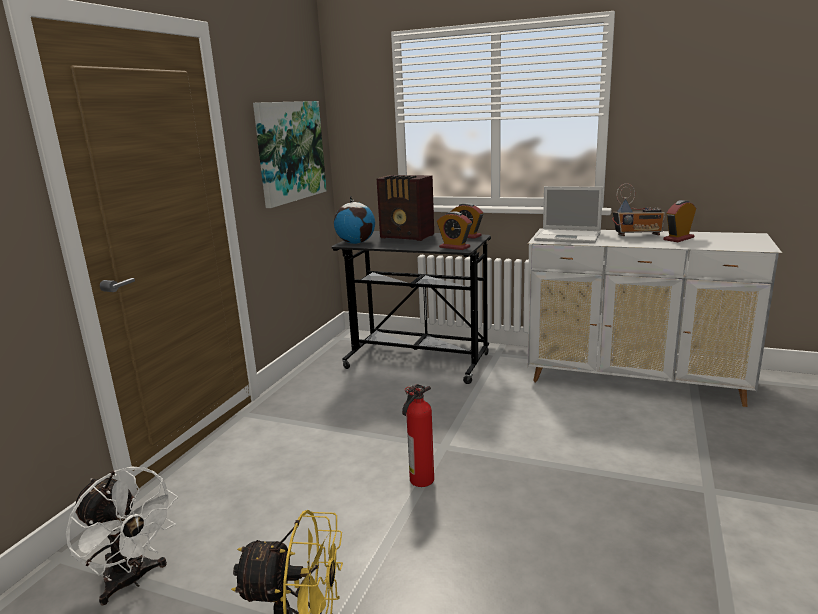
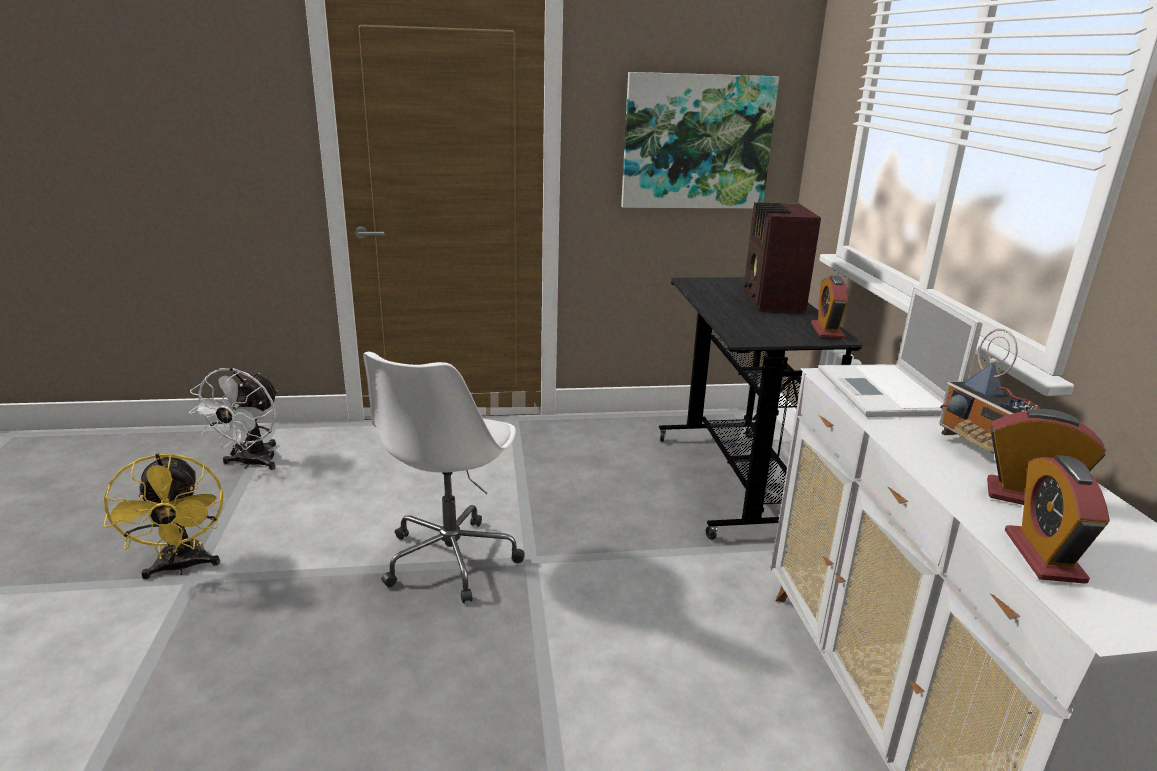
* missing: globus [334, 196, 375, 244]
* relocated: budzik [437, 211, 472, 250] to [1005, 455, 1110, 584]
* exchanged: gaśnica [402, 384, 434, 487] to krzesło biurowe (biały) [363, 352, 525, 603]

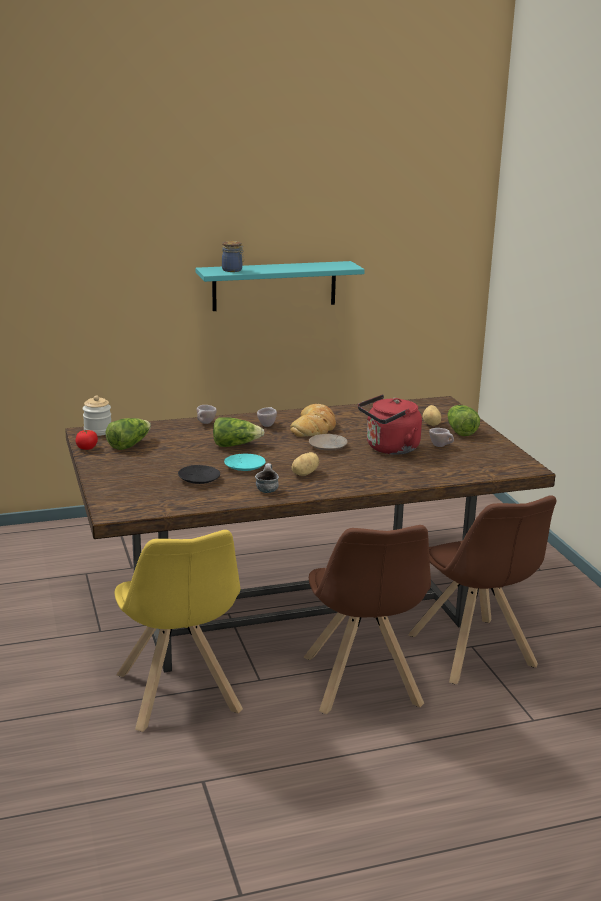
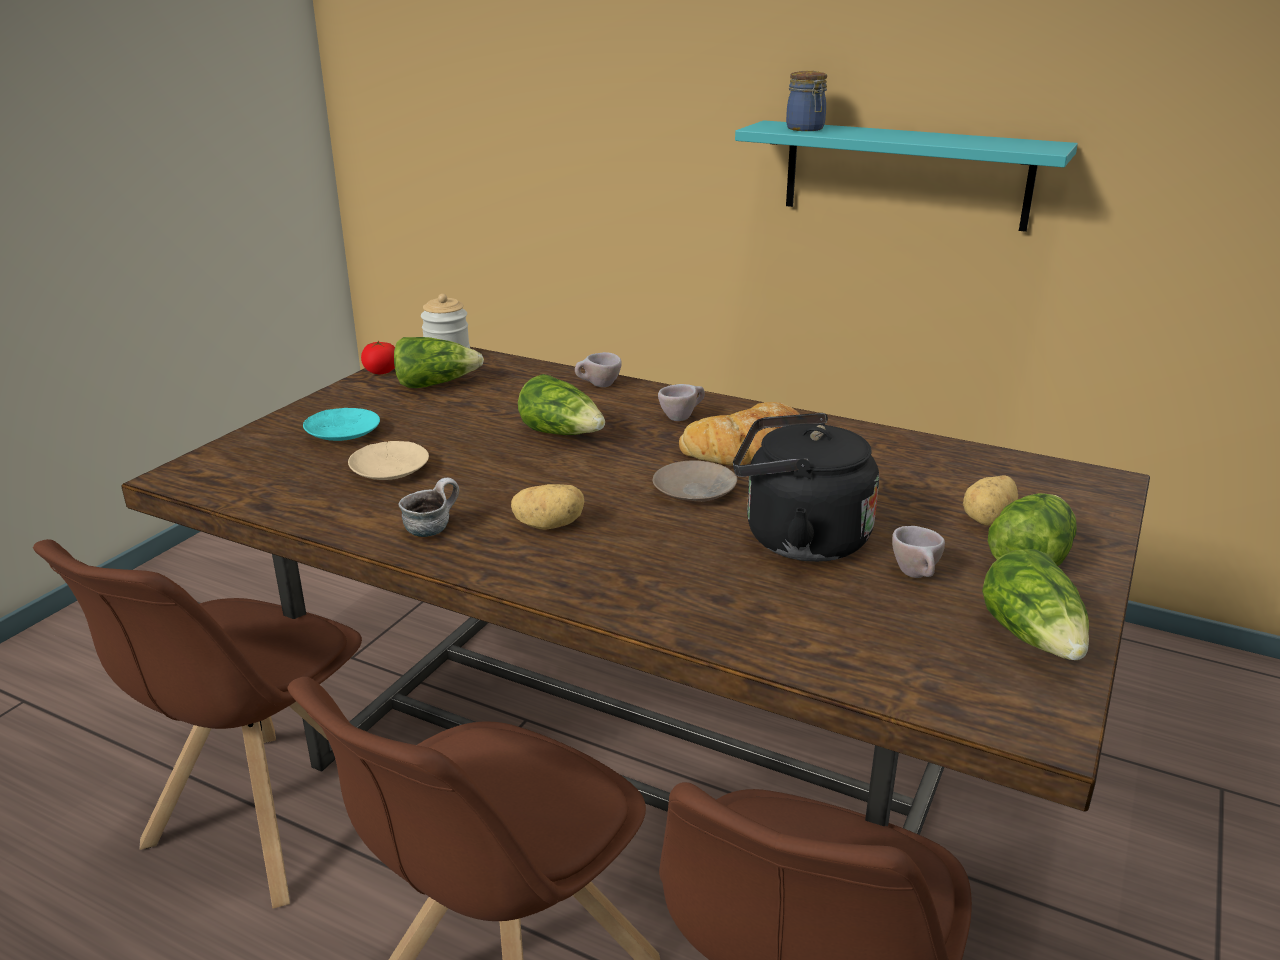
* appeared: sałata [982, 549, 1089, 660]
* relocated: talerz (turkusowy) [224, 454, 266, 471] to [303, 408, 380, 441]
* colour: krzesło (żółty) [115, 530, 243, 732] to krzesło (brązowy) [33, 539, 362, 908]
* colour: talerz (czarny) [178, 465, 220, 484] to talerz (beżowy) [348, 441, 429, 480]
* colour: czajnik (czerwony) [358, 395, 422, 455] to czajnik (czarny) [733, 413, 879, 562]

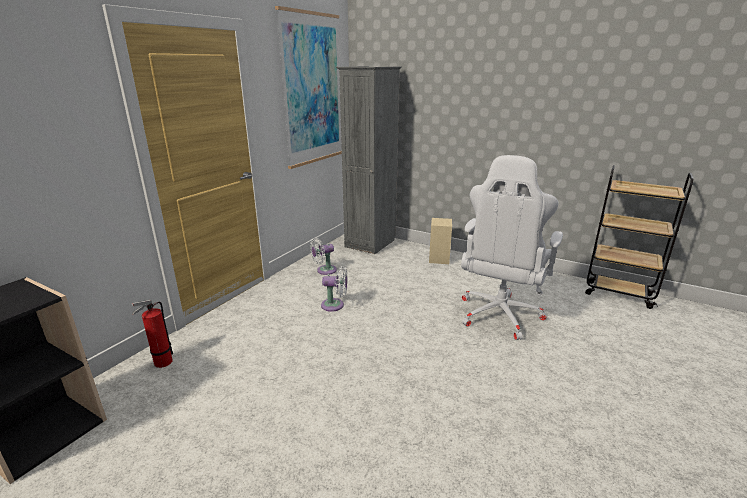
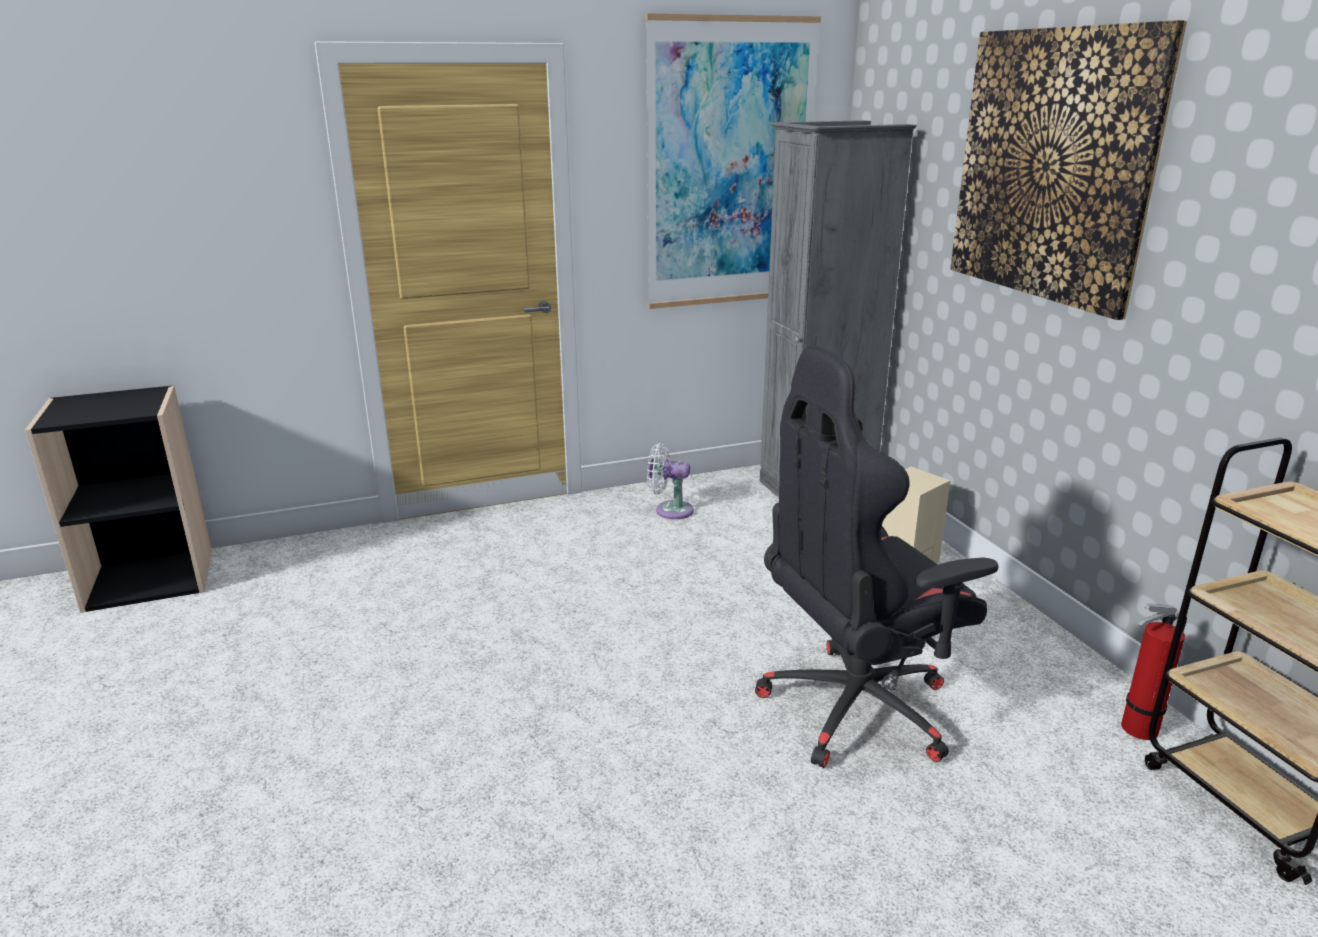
* missing: wentylator (biały) [321, 266, 347, 312]
* appeared: obraz [950, 20, 1187, 320]
* relocated: gaśnica [132, 300, 173, 368] to [1121, 603, 1187, 740]
* colour: krzesło biurowe (biały) [461, 155, 563, 340] to krzesło biurowe (czarny) [755, 346, 998, 768]

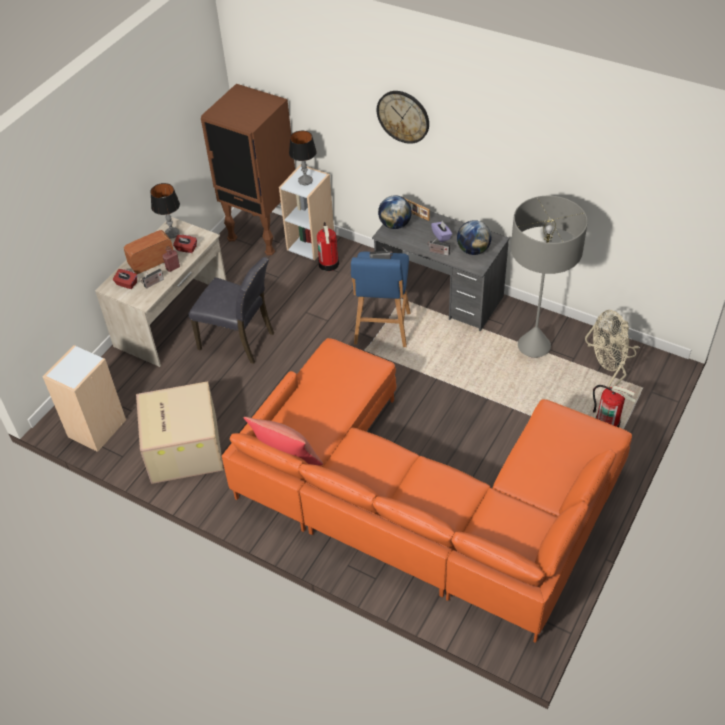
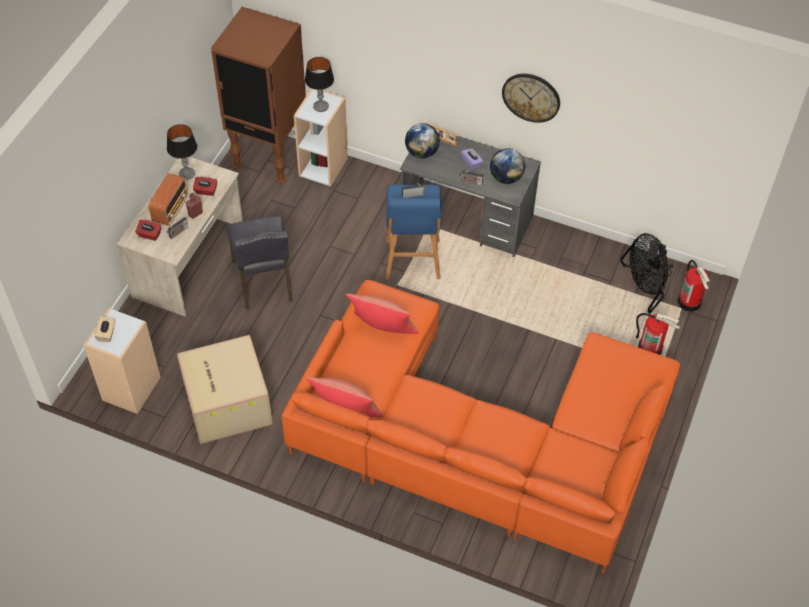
* missing: lampa stojąca (szary) [511, 196, 588, 358]
* appeared: pudełko chusteczek (beżowy) [95, 316, 115, 342]
* appeared: poduszka (czerwony) [346, 294, 419, 334]
* relocated: gaśnica [317, 222, 339, 271] to [678, 260, 710, 312]
* relocated: zegar ścienny [377, 91, 429, 144] to [502, 74, 560, 123]
* colour: wentylator (beżowy) [585, 310, 639, 387] to wentylator (czarny) [621, 233, 674, 314]
* spun: radio [124, 230, 173, 274] = [149, 173, 189, 226] 150 degrees clockwise
* spun: krzesło (szary) [189, 257, 274, 364] = [226, 216, 293, 310] 60 degrees clockwise

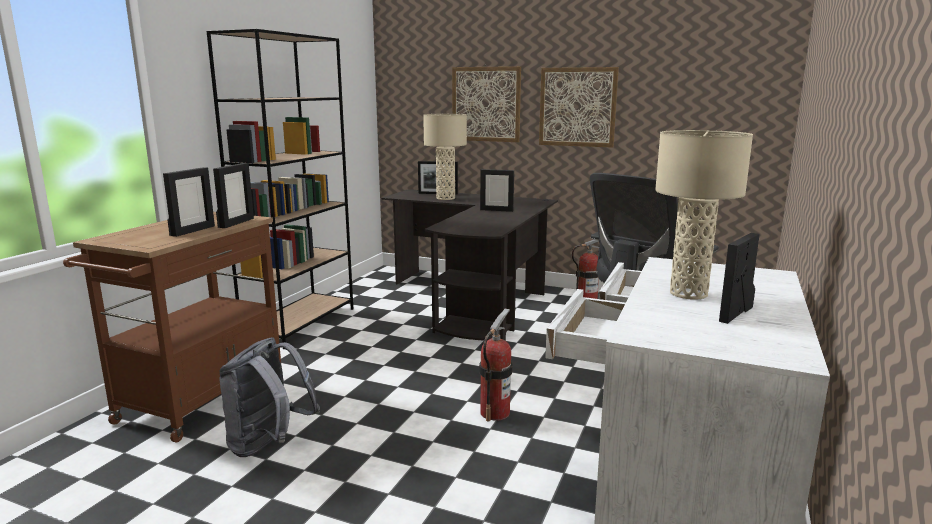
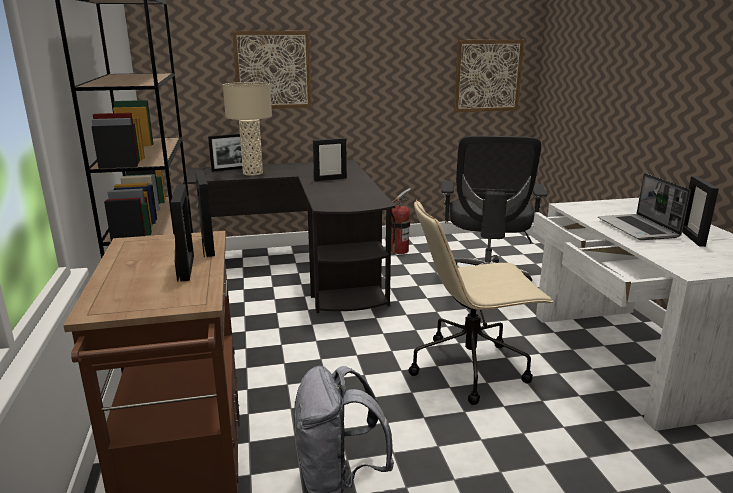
* relocated: obraz [539, 65, 619, 148] to [454, 40, 524, 113]
* exchanged: gaśnica [479, 309, 512, 422] to krzesło biurowe (beżowy) [409, 200, 554, 405]
* exchanged: lampa stołowa (beżowy) [655, 130, 753, 300] to laptop [598, 173, 690, 240]

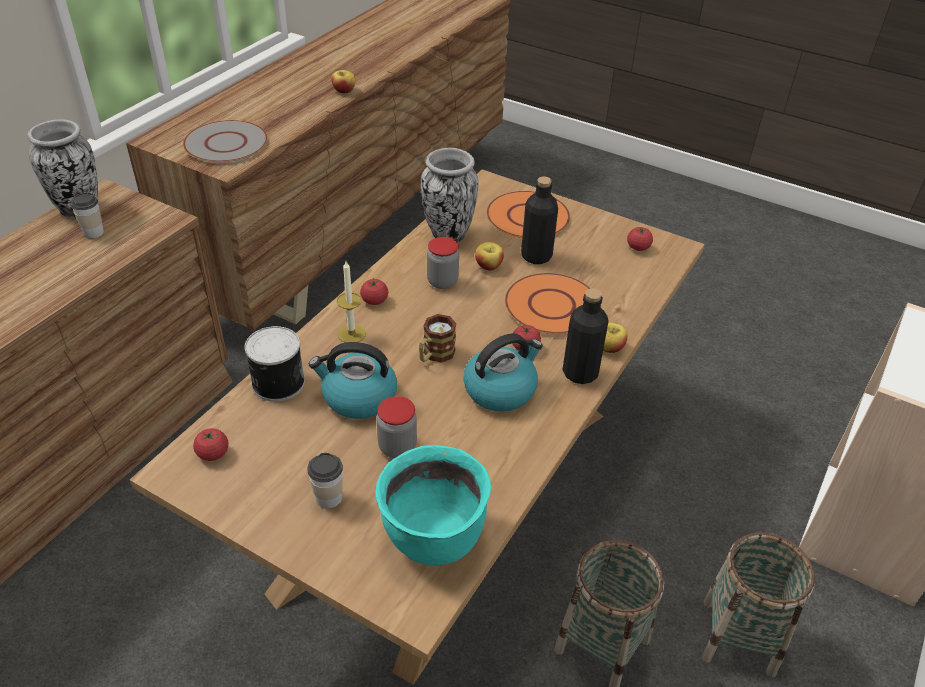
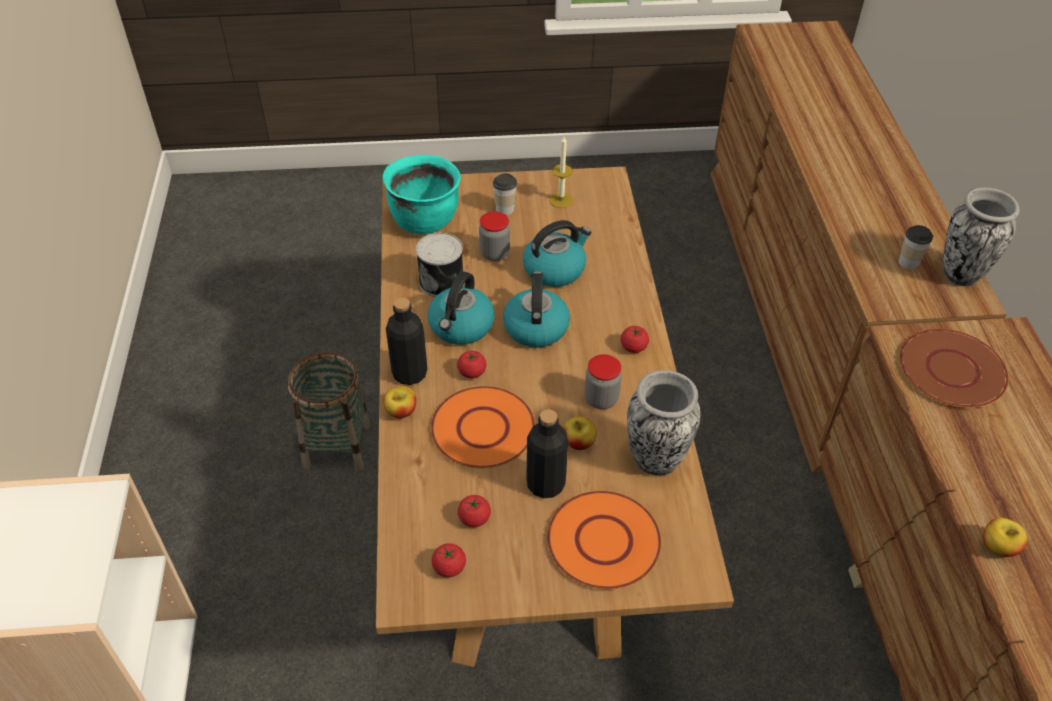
* missing: koszyk [701, 532, 815, 678]
* relocated: pomidor [193, 428, 228, 461] to [458, 495, 491, 527]
* relocated: puszka [244, 326, 305, 402] to [416, 233, 464, 297]
* relocated: świeca [337, 261, 366, 342] to [549, 136, 573, 208]
* exchanged: kubek [419, 314, 456, 363] to czajnik [503, 271, 570, 348]
* colour: talerz (szary) [183, 120, 268, 164] to talerz (brązowy) [899, 329, 1009, 408]

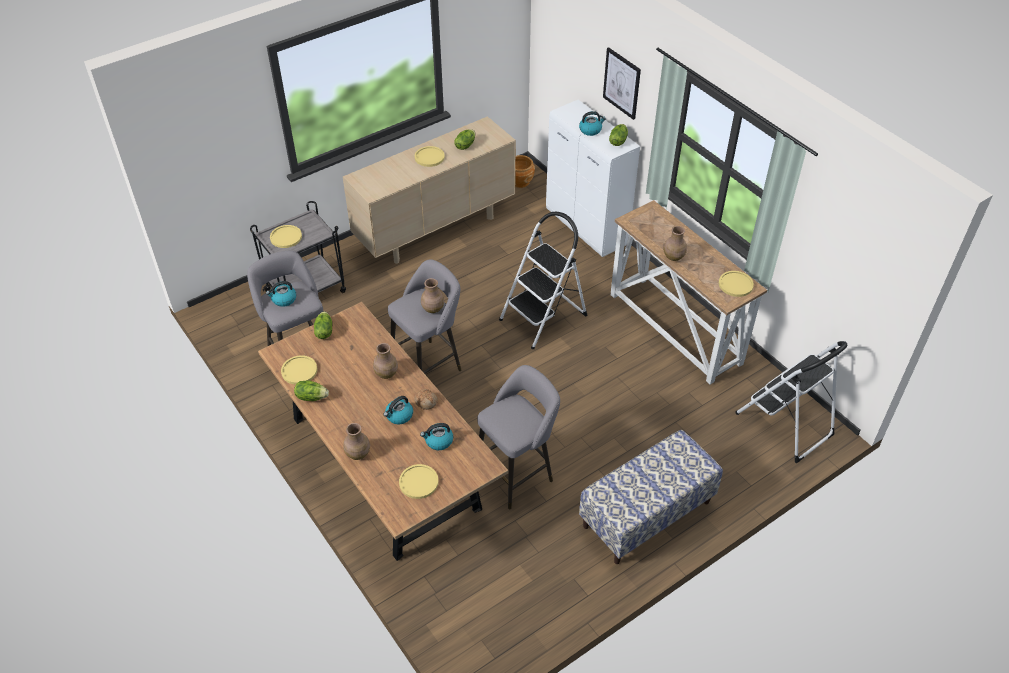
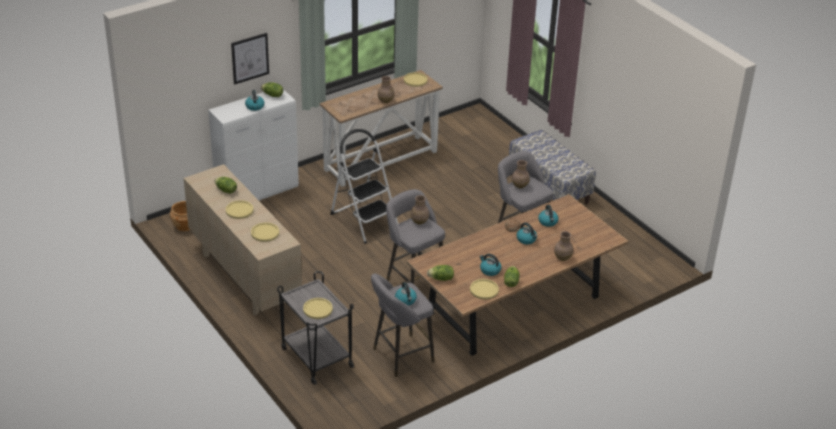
* missing: drabinka [735, 341, 847, 463]
* appeared: czajnik [480, 254, 501, 276]
* relocated: wazon (brązowy) [373, 343, 398, 379] to [512, 160, 530, 188]
* relocated: talerz (żółty) [399, 464, 438, 499] to [251, 222, 279, 242]

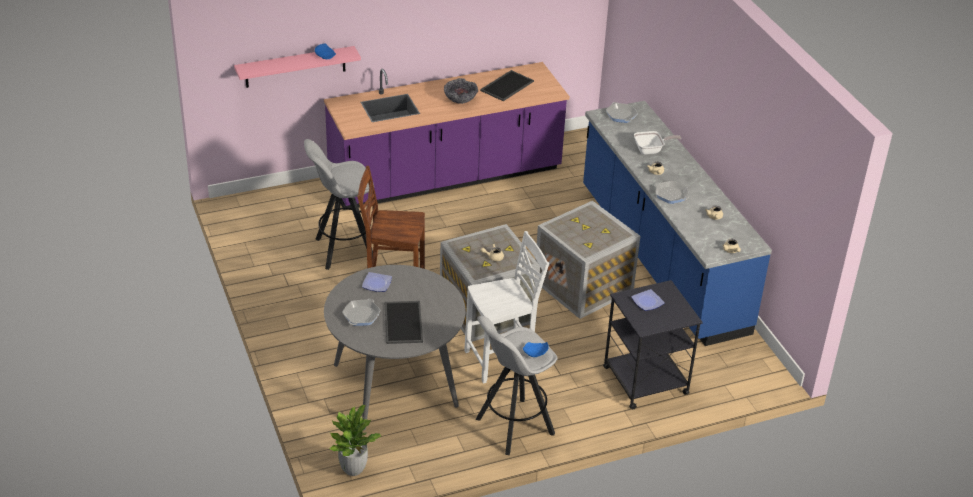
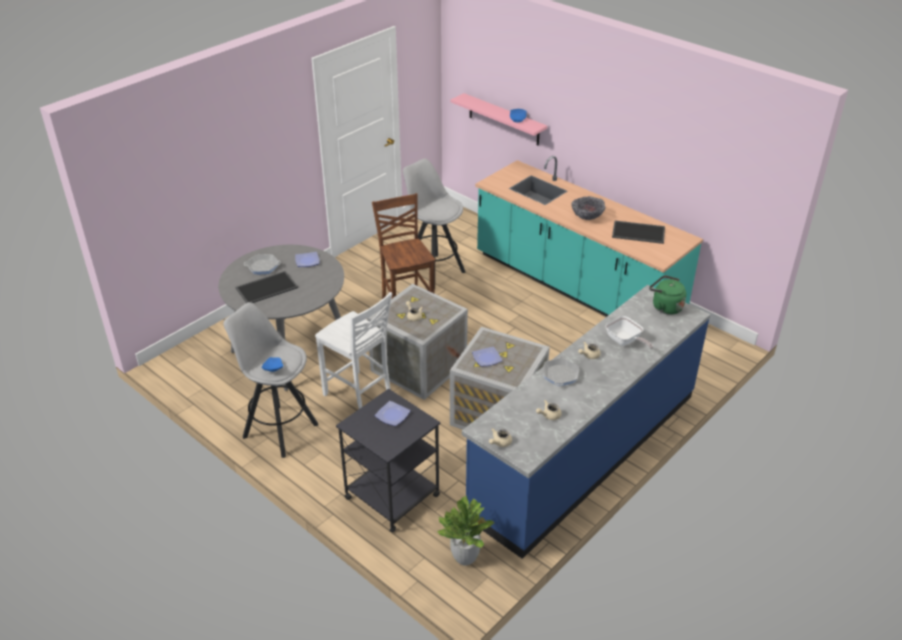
* appeared: talerz [472, 347, 502, 367]
* relocated: roślina doniczkowa [328, 405, 382, 476] to [437, 496, 494, 565]
* exchanged: patelnia [606, 102, 638, 123] to czajnik (zielony) [649, 275, 686, 315]
* colour: zabudowa kuchenna (fioletowy) [324, 62, 570, 210] to zabudowa kuchenna (turkusowy) [475, 156, 703, 317]

